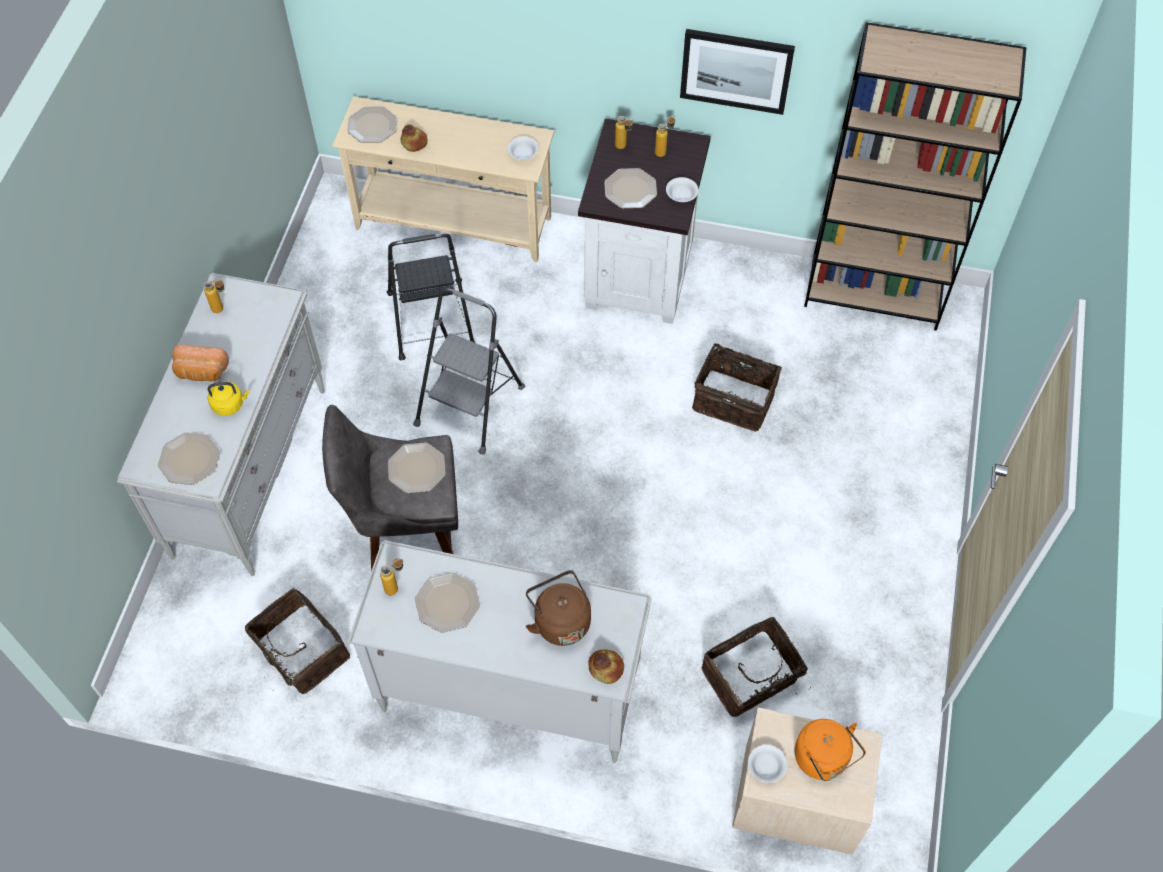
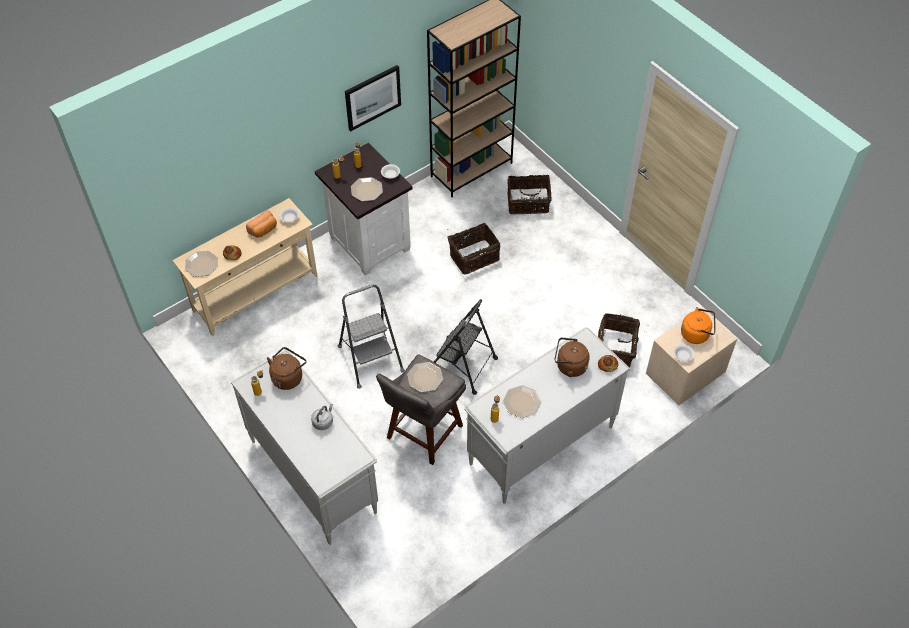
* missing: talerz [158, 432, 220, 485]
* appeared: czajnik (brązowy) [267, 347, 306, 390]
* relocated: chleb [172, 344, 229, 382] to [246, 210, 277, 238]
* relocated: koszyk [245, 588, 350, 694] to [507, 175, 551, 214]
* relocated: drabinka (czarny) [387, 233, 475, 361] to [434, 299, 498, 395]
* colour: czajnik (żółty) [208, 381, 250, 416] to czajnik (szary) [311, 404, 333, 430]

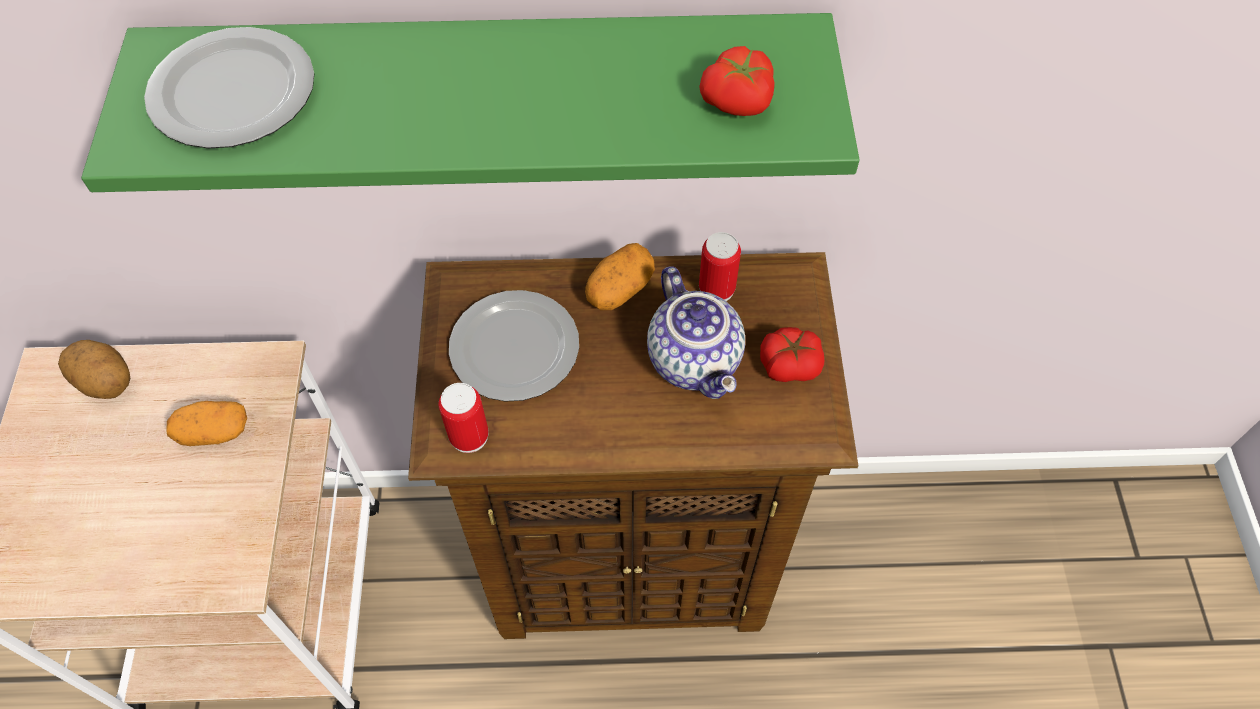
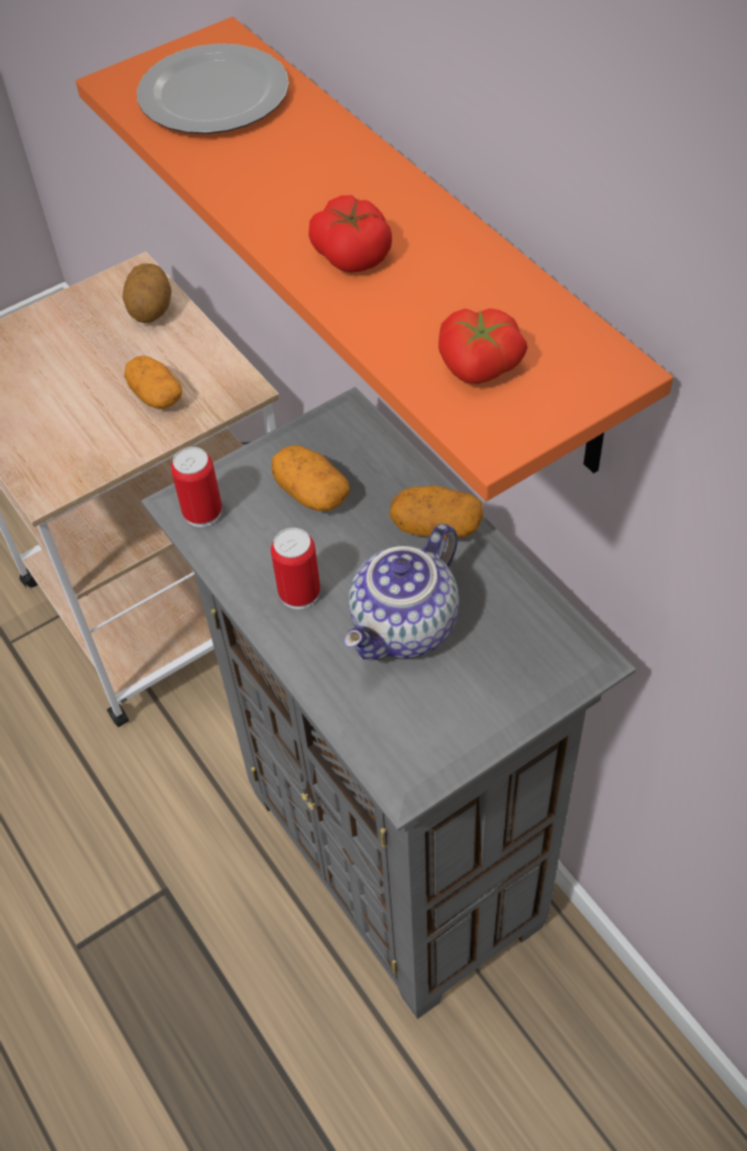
* relocated: puszka [699, 232, 741, 301] to [271, 528, 320, 610]
* relocated: pomidor [760, 327, 824, 382] to [309, 195, 392, 273]
* exchanged: talerz [449, 290, 579, 402] to ziemniak [271, 445, 350, 511]
* colour: półka (zielony) [81, 13, 860, 192] to półka (pomarańczowy) [76, 17, 673, 501]
* colour: szafka (brązowy) [408, 252, 858, 639] to szafka (szary) [141, 387, 636, 1019]

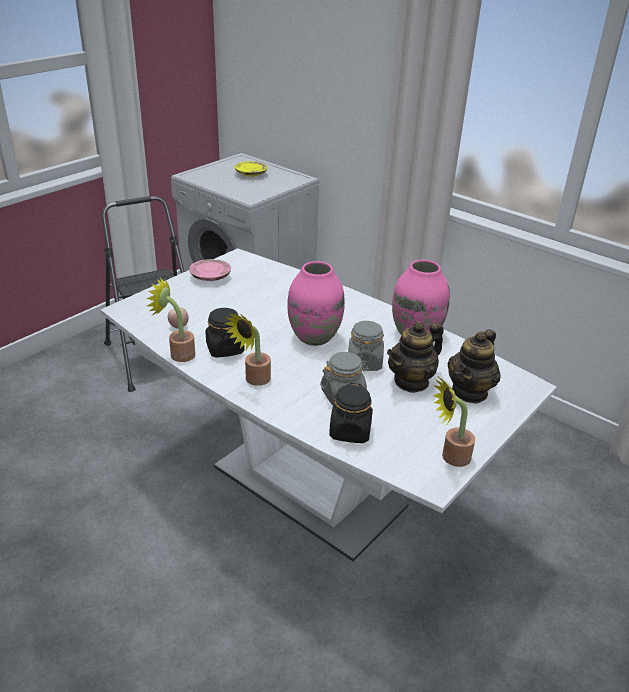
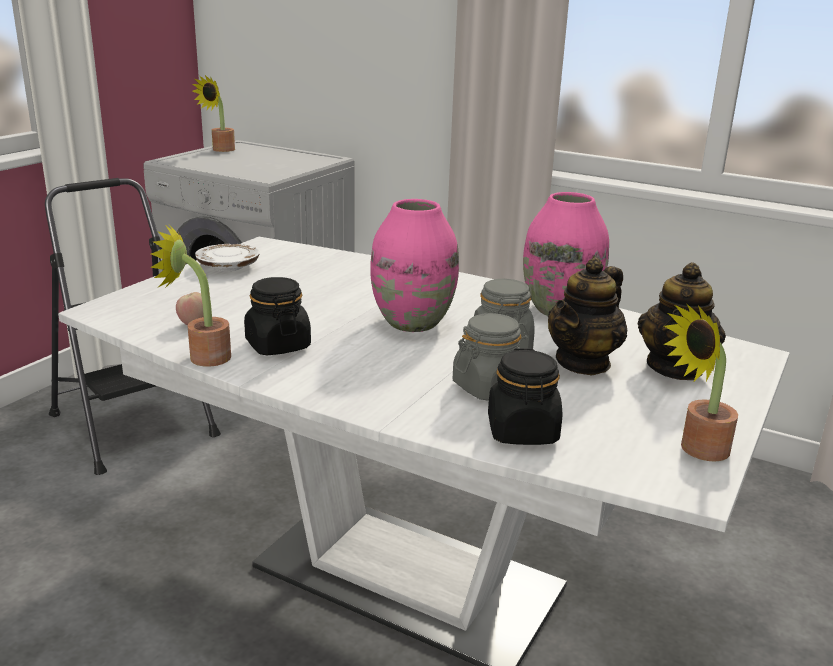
* missing: talerz (żółty) [234, 161, 268, 177]
* relocated: roślina doniczkowa [224, 313, 271, 386] to [192, 75, 235, 152]
* colour: talerz (różowy) [189, 259, 231, 281] to talerz (biały) [195, 244, 260, 271]

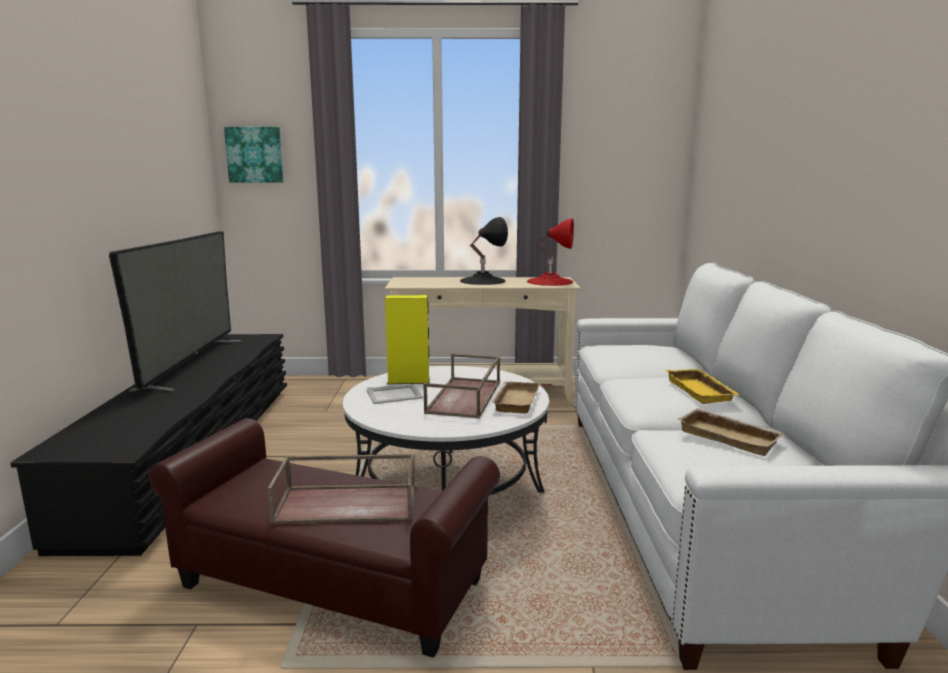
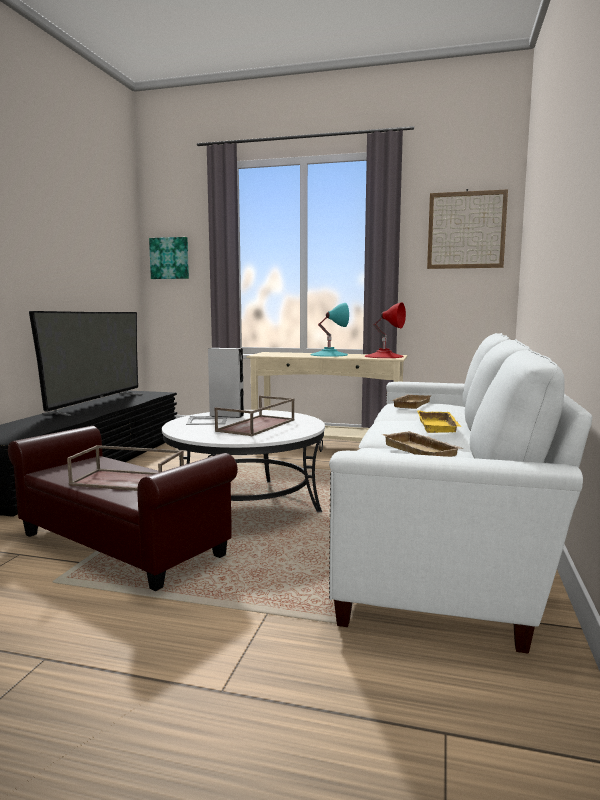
* appeared: obraz [427, 189, 508, 269]
* relocated: taca (beżowy) [492, 381, 540, 414] to [392, 395, 431, 409]
* colour: głośnik (żółty) [385, 295, 430, 384] to głośnik (szary) [208, 348, 244, 418]
* colour: lampa stołowa (czarny) [460, 217, 508, 285] to lampa stołowa (turkusowy) [311, 303, 349, 357]

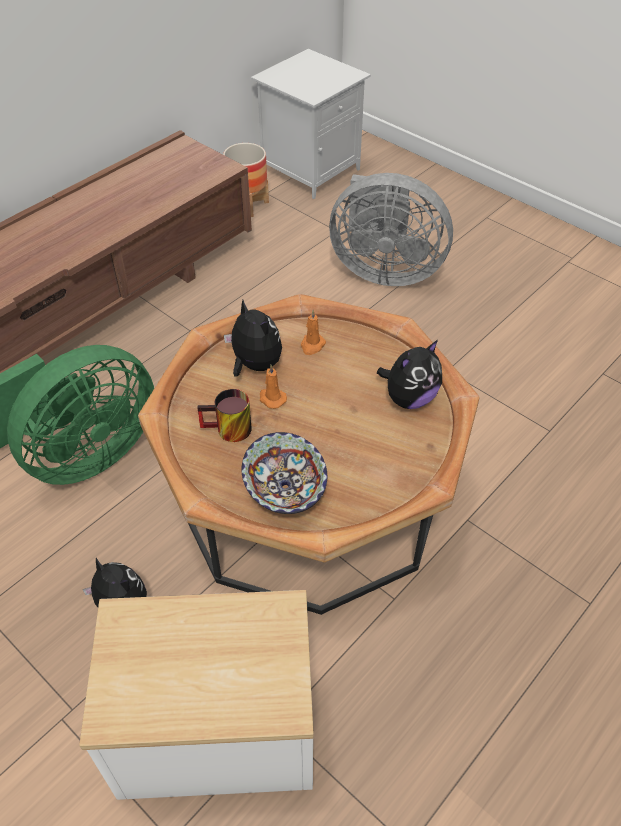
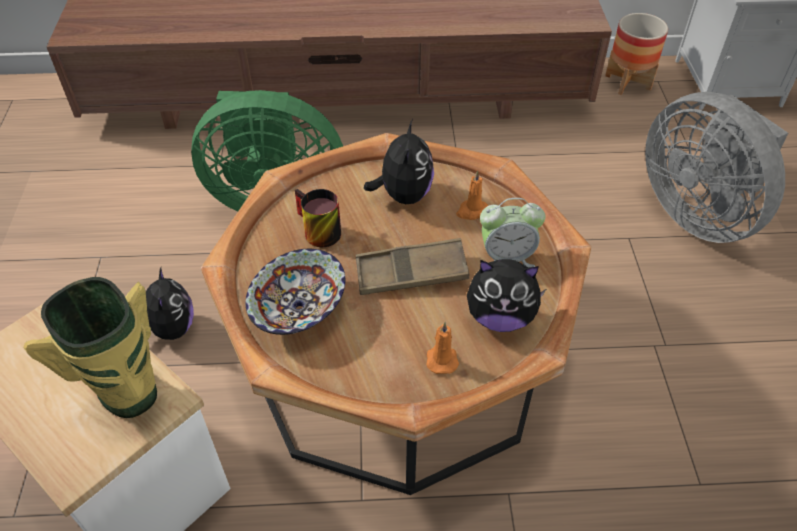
* appeared: wazon [24, 277, 157, 418]
* appeared: taca (brązowy) [356, 238, 469, 295]
* appeared: budzik [480, 198, 546, 268]
* relocated: świeca (pomarańczowy) [260, 365, 287, 409] to [426, 322, 459, 374]

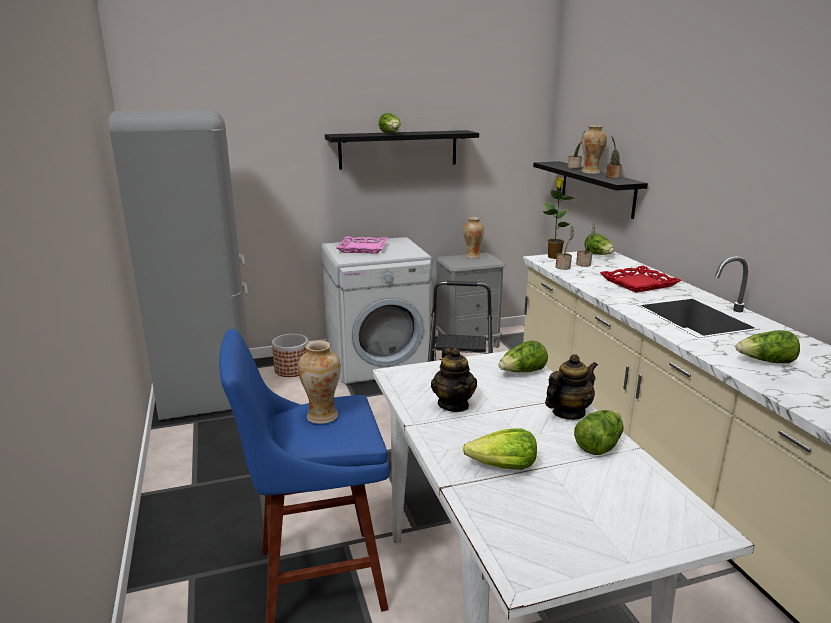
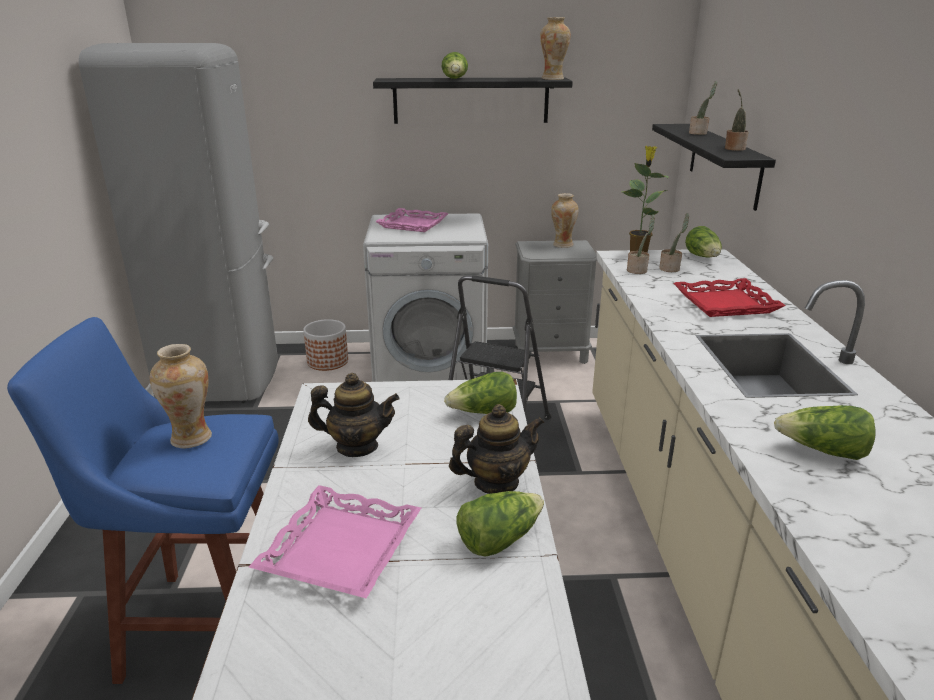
* relocated: wazon [581, 125, 607, 174] to [540, 17, 571, 80]
* exchanged: sałata [463, 428, 537, 470] to taca (różowy) [249, 485, 421, 598]
* spun: imbryk [431, 348, 477, 412] = [308, 373, 400, 457] 90 degrees counterclockwise

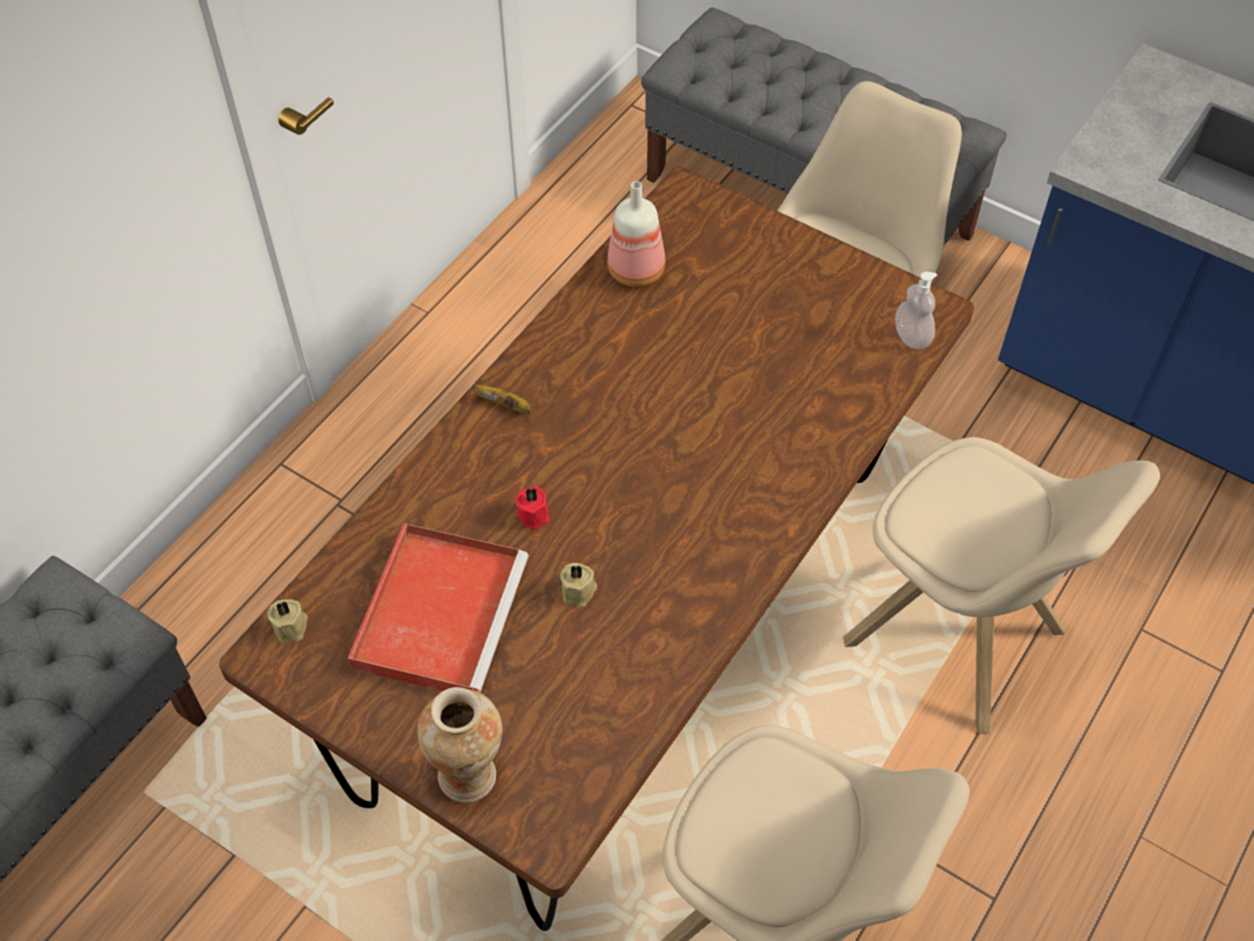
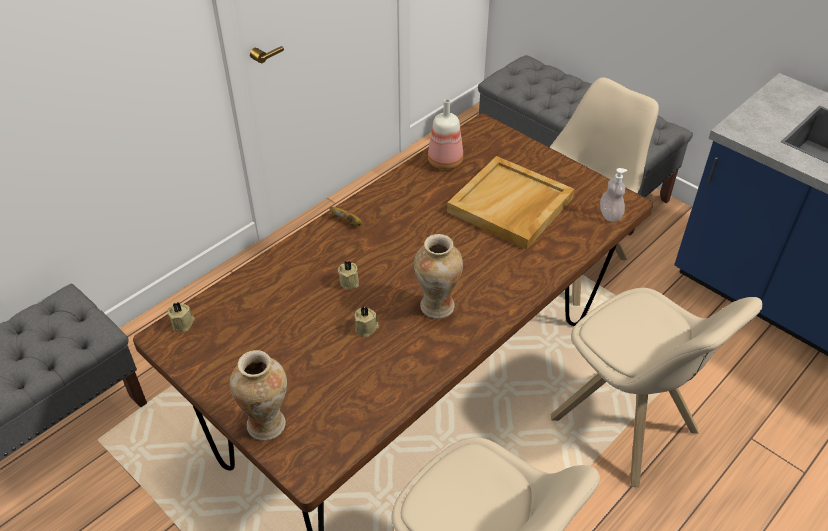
* missing: taca (czerwony) [348, 523, 529, 693]
* appeared: wazon [414, 234, 463, 319]
* appeared: taca (beżowy) [447, 156, 574, 249]
* colour: świeca (czerwony) [515, 487, 550, 530] to świeca (beżowy) [338, 260, 359, 290]

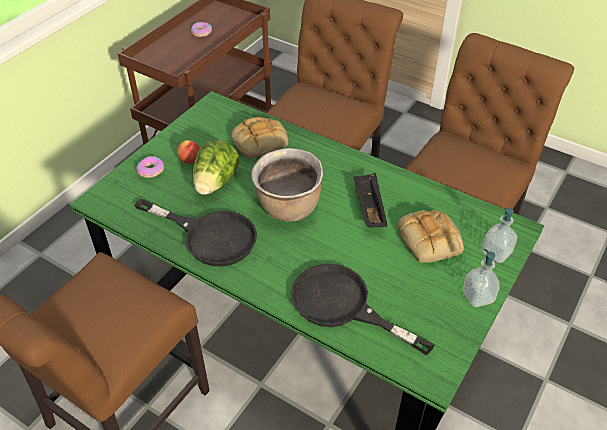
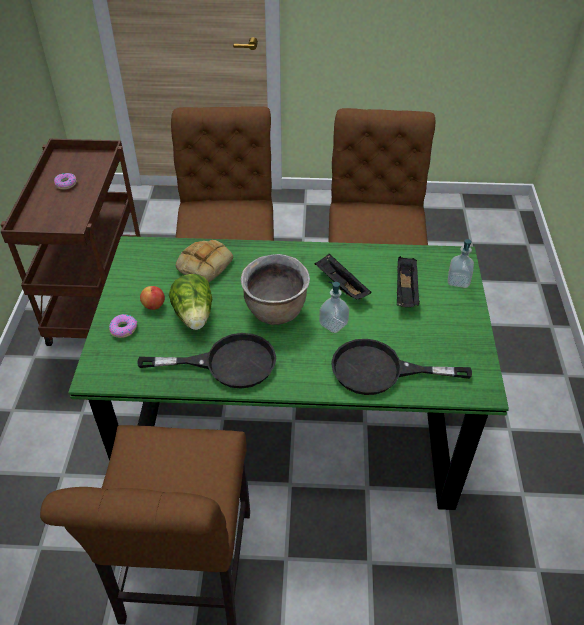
* relocated: dozownik mydła [463, 249, 500, 307] to [319, 282, 349, 333]
* exchanged: chleb [398, 210, 464, 263] to taca (czarny) [397, 256, 419, 307]

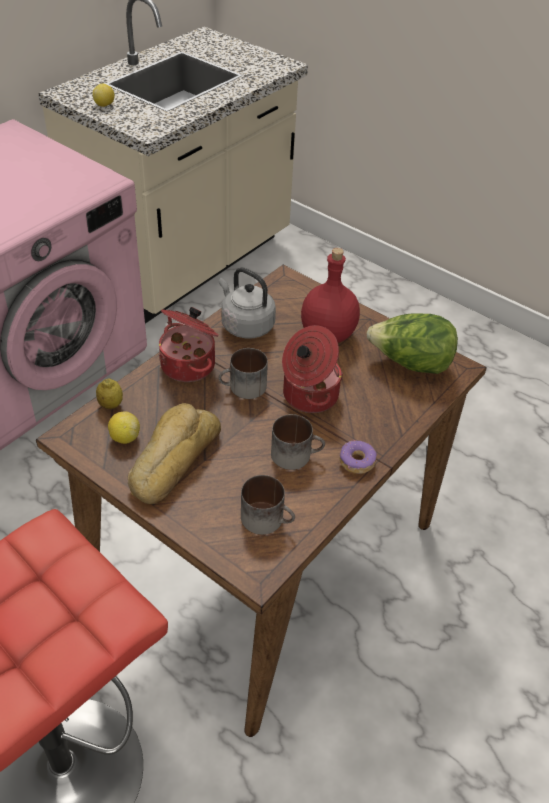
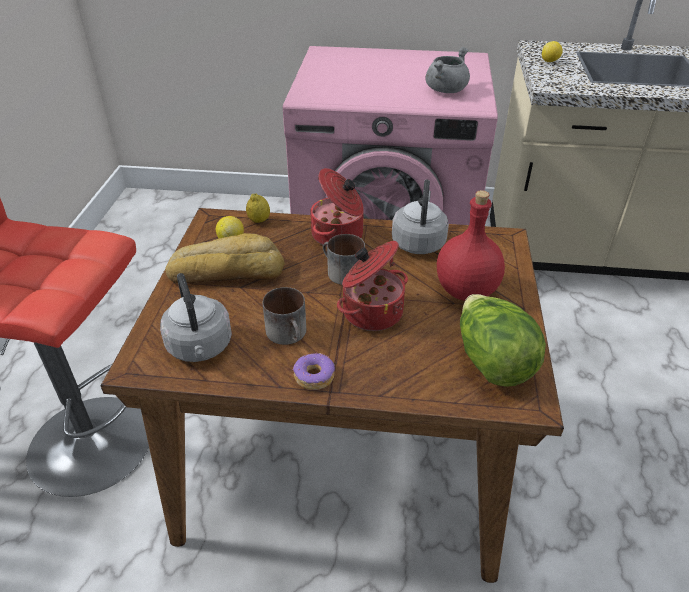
* appeared: garnek (szary) [425, 47, 470, 93]
* exchanged: kubek [241, 475, 295, 535] to czajnik (szary) [160, 273, 232, 362]

